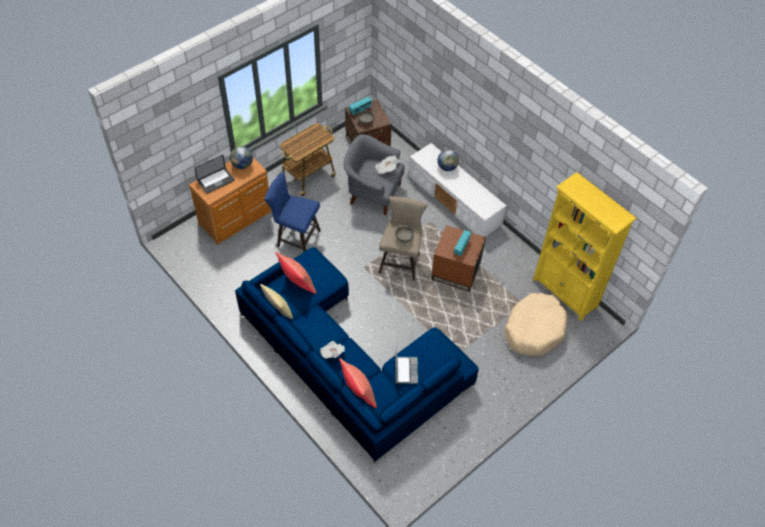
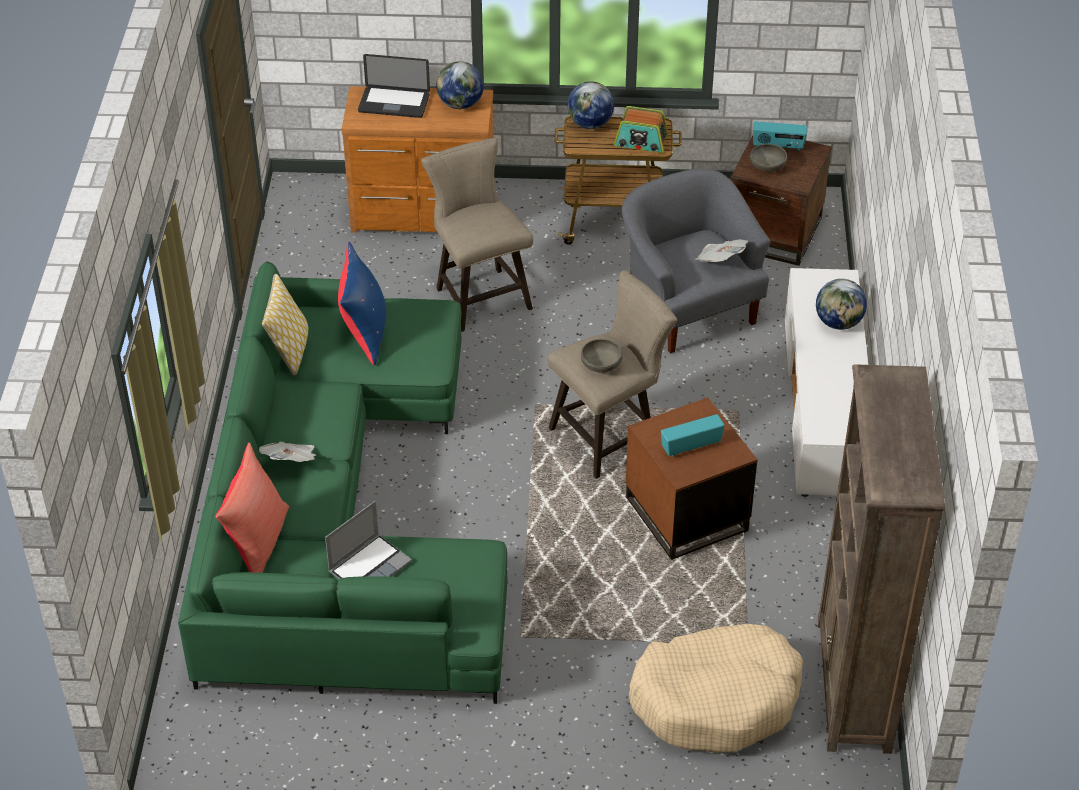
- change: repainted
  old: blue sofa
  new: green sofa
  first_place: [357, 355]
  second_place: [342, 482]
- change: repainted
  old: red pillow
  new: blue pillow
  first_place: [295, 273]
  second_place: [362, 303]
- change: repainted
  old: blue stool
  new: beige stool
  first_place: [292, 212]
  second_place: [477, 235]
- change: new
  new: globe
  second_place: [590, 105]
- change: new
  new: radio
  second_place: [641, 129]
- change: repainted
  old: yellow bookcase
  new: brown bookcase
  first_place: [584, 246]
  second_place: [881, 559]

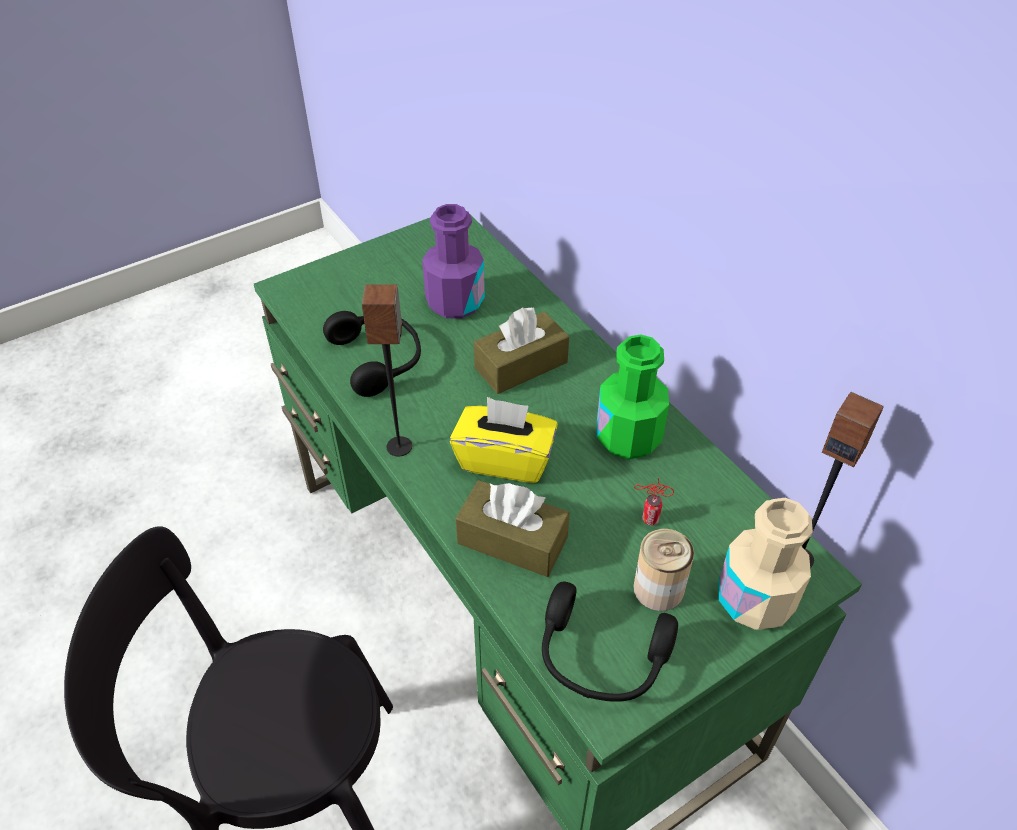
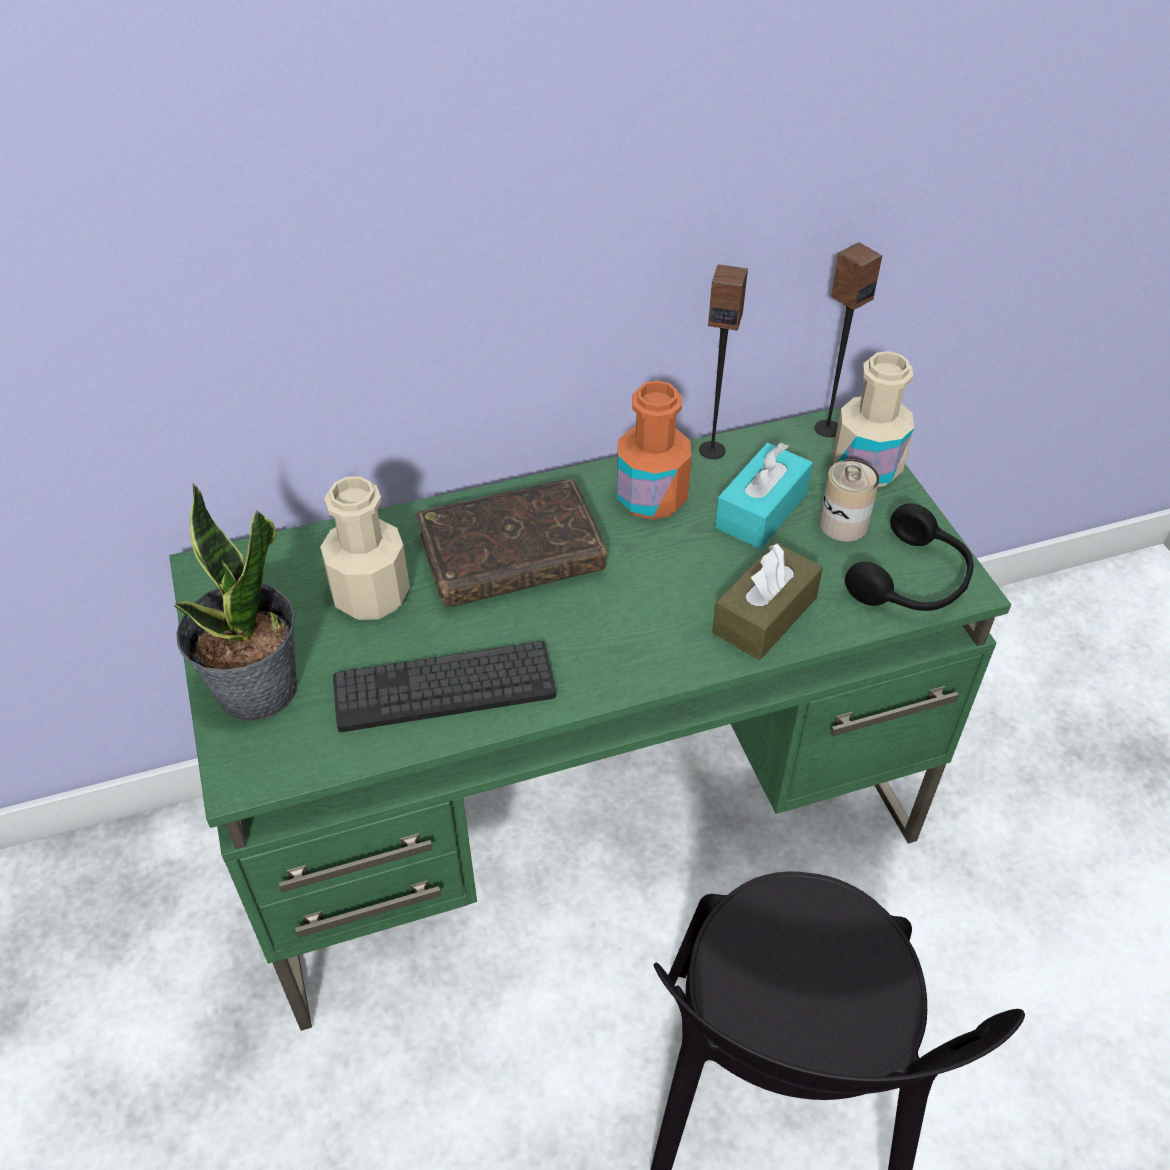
- change: new
  new: potted plant
  second_place: [235, 602]
- change: repainted
  old: purple bottle
  new: beige bottle
  first_place: [453, 261]
  second_place: [365, 548]
- change: swapped
  old: black headphones
  new: keyboard
  first_place: [372, 354]
  second_place: [444, 686]
- change: swapped
  old: brown tissue box
  new: brown book
  first_place: [521, 350]
  second_place: [511, 543]
- change: repainted
  old: green bottle
  new: orange bottle
  first_place: [633, 396]
  second_place: [654, 450]
- change: shifted
  old: speaker
  first_place: [387, 370]
  second_place: [723, 361]
- change: swapped
  old: can
  new: turquoise tissue box
  first_place: [654, 501]
  second_place: [764, 495]
- change: gone
  old: yellow tissue box
  first_place: [504, 440]

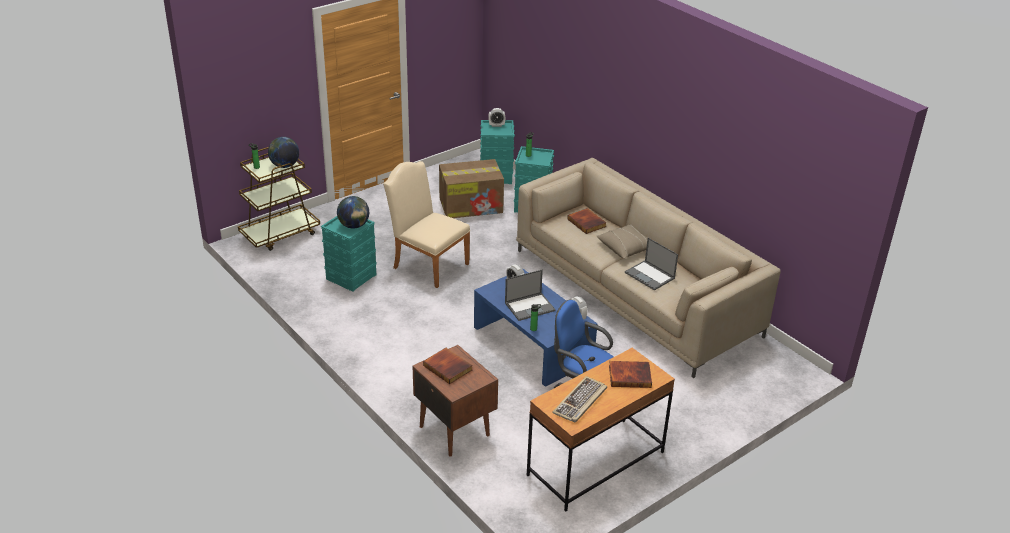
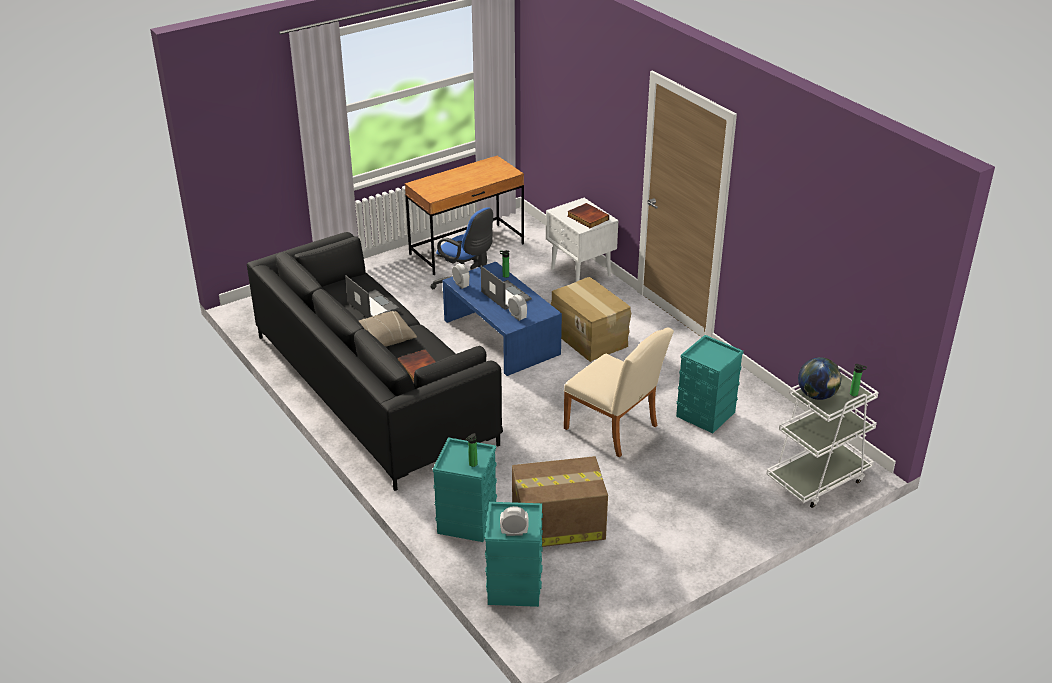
- change: repainted
  old: beige sofa
  new: black sofa
  first_place: [648, 268]
  second_place: [375, 361]
- change: rotated
  old: laptop
  first_place: [530, 295]
  second_place: [506, 288]
  degrees: 75
- change: repainted
  old: brown nightstand
  new: white nightstand
  first_place: [455, 400]
  second_place: [582, 240]
- change: new
  new: cardboard box
  second_place: [591, 319]
- change: repainted
  old: brown cart
  new: white cart
  first_place: [279, 199]
  second_place: [822, 437]
- change: gone
  old: globe
  first_place: [353, 212]
- change: gone
  old: keyboard
  first_place: [579, 399]
- change: gone
  old: book
  first_place: [630, 374]

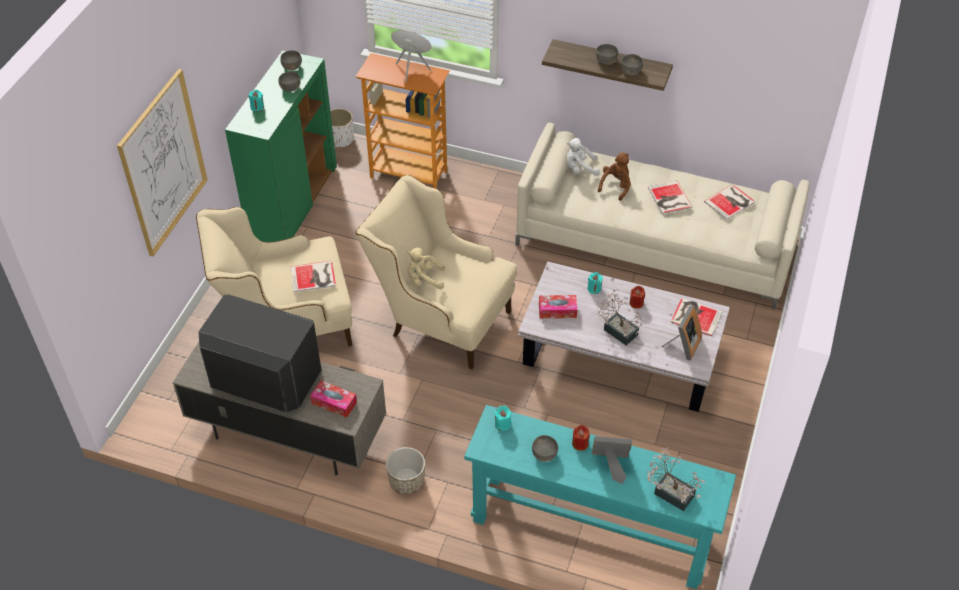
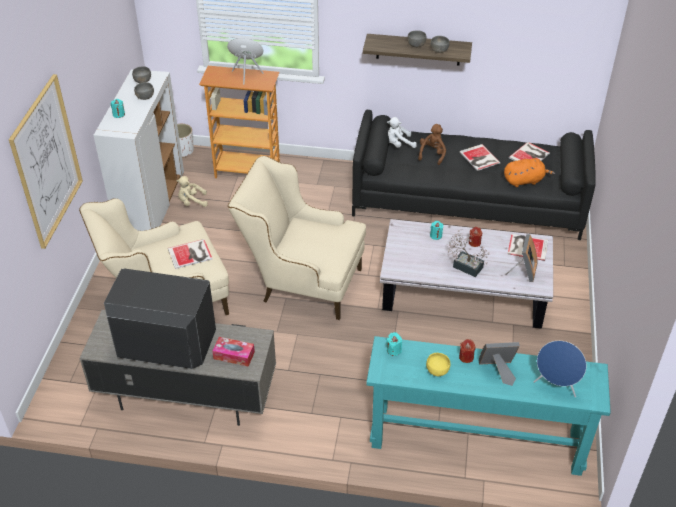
- change: repainted
  old: green cabinet
  new: white cabinet
  first_place: [281, 147]
  second_place: [138, 150]
- change: shifted
  old: beige plush toy
  first_place: [426, 268]
  second_place: [192, 191]
- change: repainted
  old: beige sofa
  new: black sofa
  first_place: [662, 216]
  second_place: [474, 175]
- change: repainted
  old: grey bowl
  new: yellow bowl
  first_place: [545, 448]
  second_place: [438, 364]
- change: new
  new: orange plush toy
  second_place: [529, 172]
- change: swapped
  old: potted plant
  new: blue speaker
  first_place: [676, 479]
  second_place: [560, 369]
- change: gone
  old: planter
  first_place: [405, 471]
- change: gone
  old: tissue box
  first_place: [558, 306]

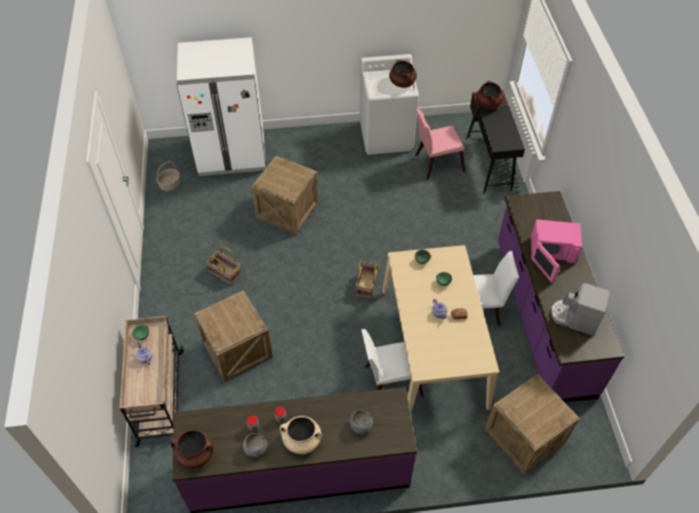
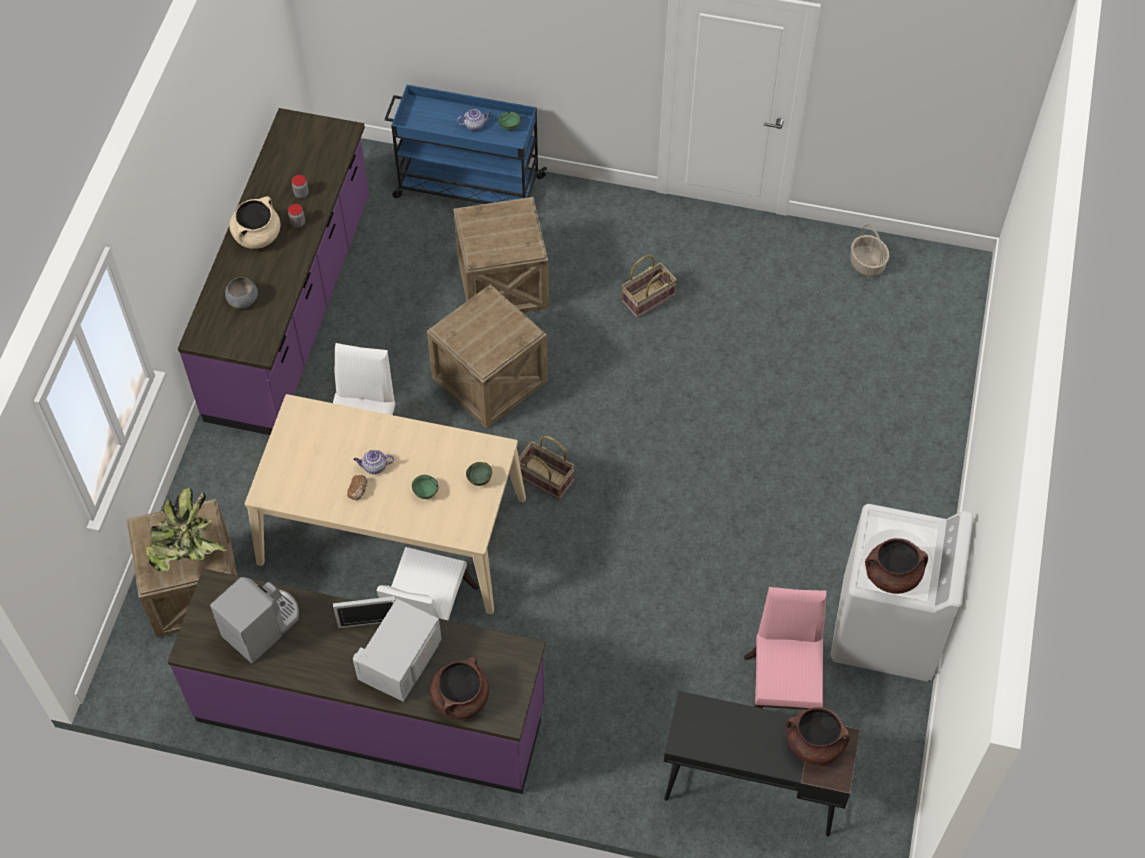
- change: new
  new: potted plant
  second_place: [186, 530]
- change: repainted
  old: pink microwave
  new: white microwave
  first_place: [556, 251]
  second_place: [387, 649]
- change: repainted
  old: beige cart
  new: blue cart
  first_place: [152, 381]
  second_place: [466, 144]
- change: shifted
  old: crate
  first_place: [285, 195]
  second_place: [487, 356]
- change: shifted
  old: brown cooking pot
  first_place: [192, 449]
  second_place: [459, 688]
- change: gone
  old: white fridge
  first_place: [221, 106]
- change: gone
  old: grey bowl
  first_place: [255, 445]

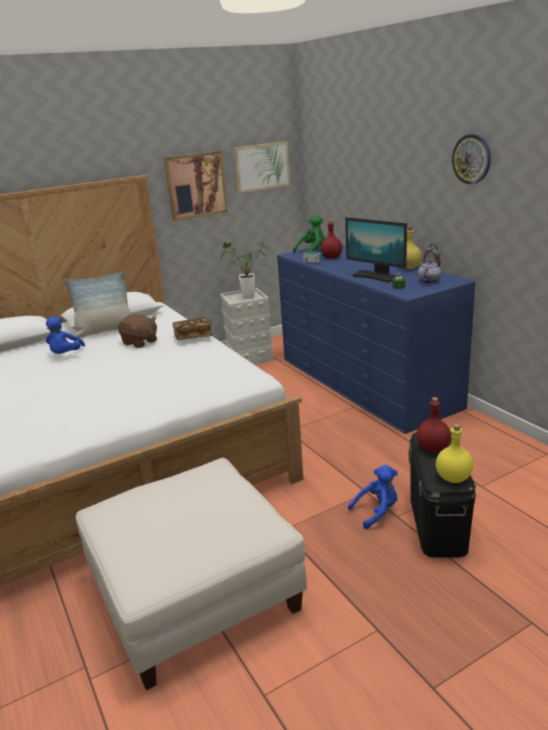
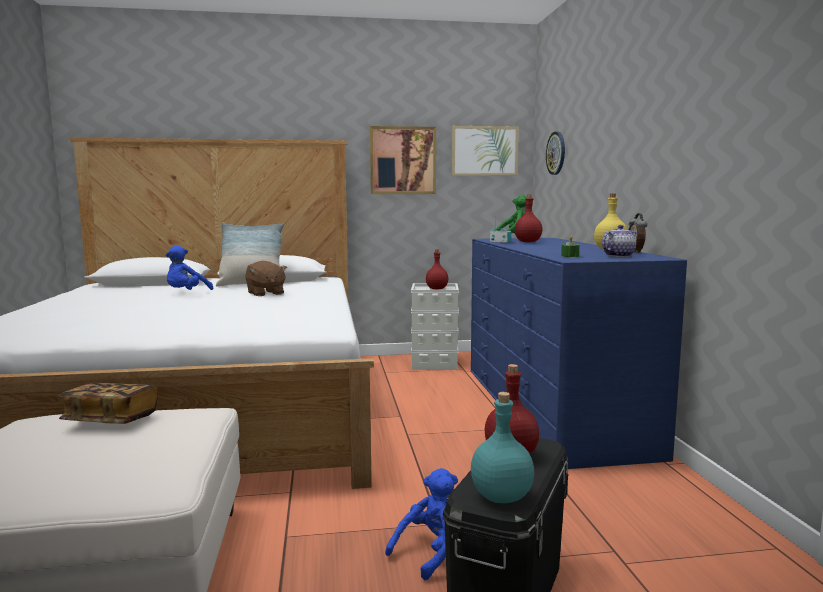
- change: shifted
  old: book
  first_place: [192, 328]
  second_place: [108, 403]
- change: rotated
  old: blue plush toy
  first_place: [373, 497]
  second_place: [421, 524]
  degrees: -45
- change: swapped
  old: potted plant
  new: red bottle
  first_place: [244, 270]
  second_place: [437, 269]
- change: repainted
  old: yellow bottle
  new: turquoise bottle
  first_place: [454, 453]
  second_place: [502, 447]
- change: shifted
  old: wall clock
  first_place: [471, 159]
  second_place: [555, 153]
- change: gone
  old: monitor
  first_place: [376, 250]

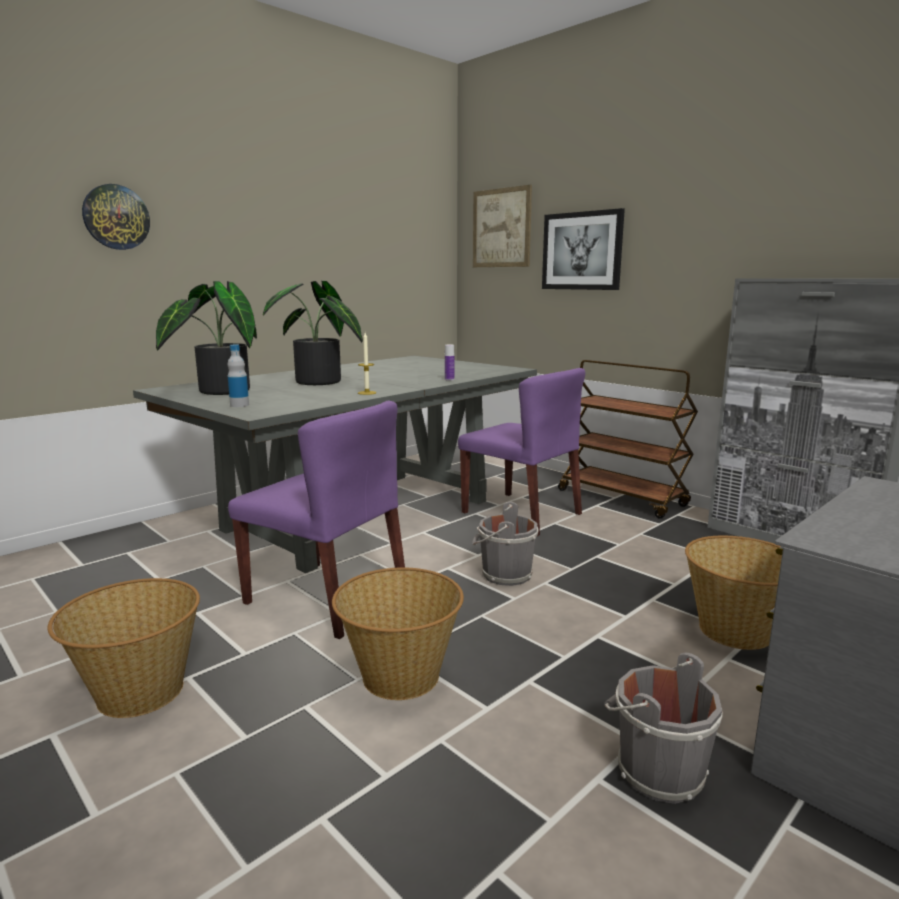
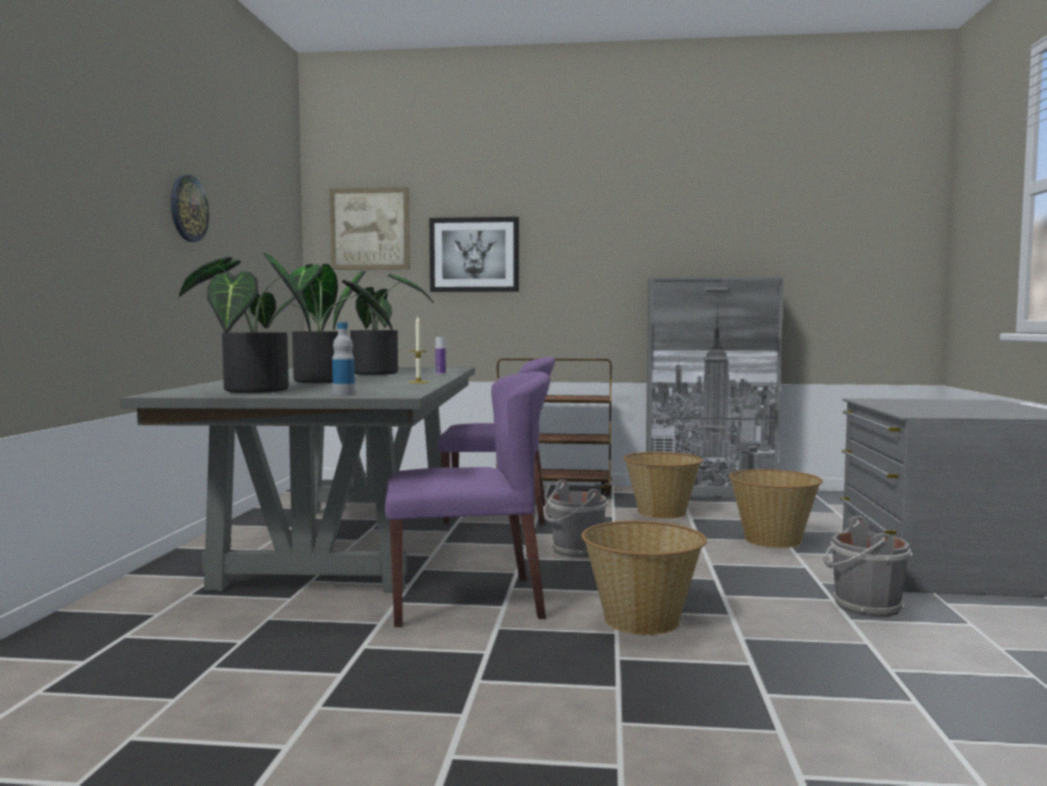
- change: shifted
  old: wall clock
  first_place: [116, 217]
  second_place: [190, 208]
- change: new
  new: potted plant
  second_place: [383, 323]
- change: shifted
  old: basket
  first_place: [124, 648]
  second_place: [663, 485]

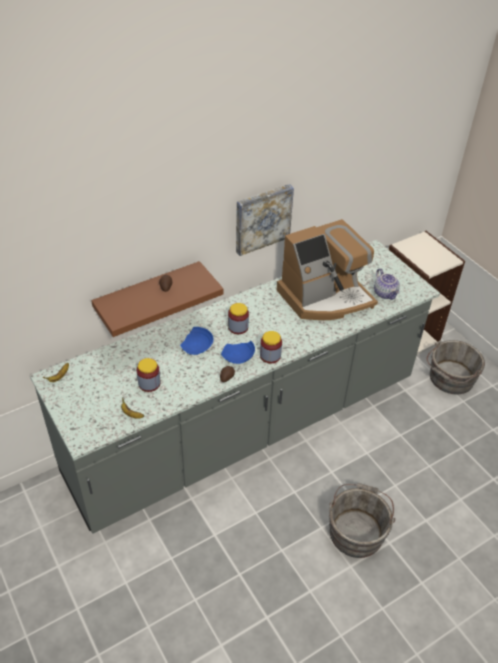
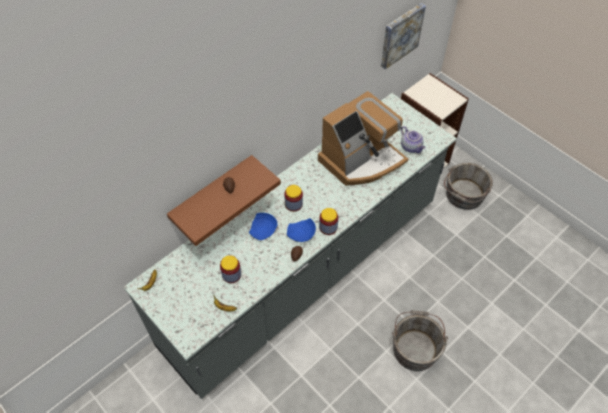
- change: shifted
  old: picture
  first_place: [265, 220]
  second_place: [403, 36]

